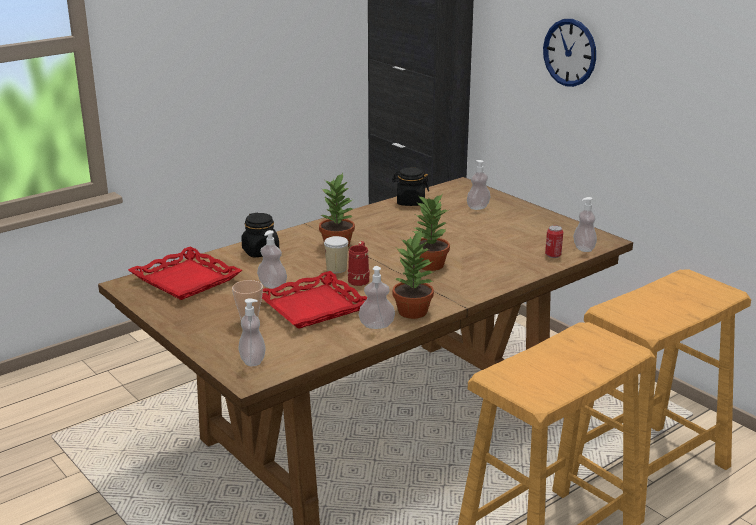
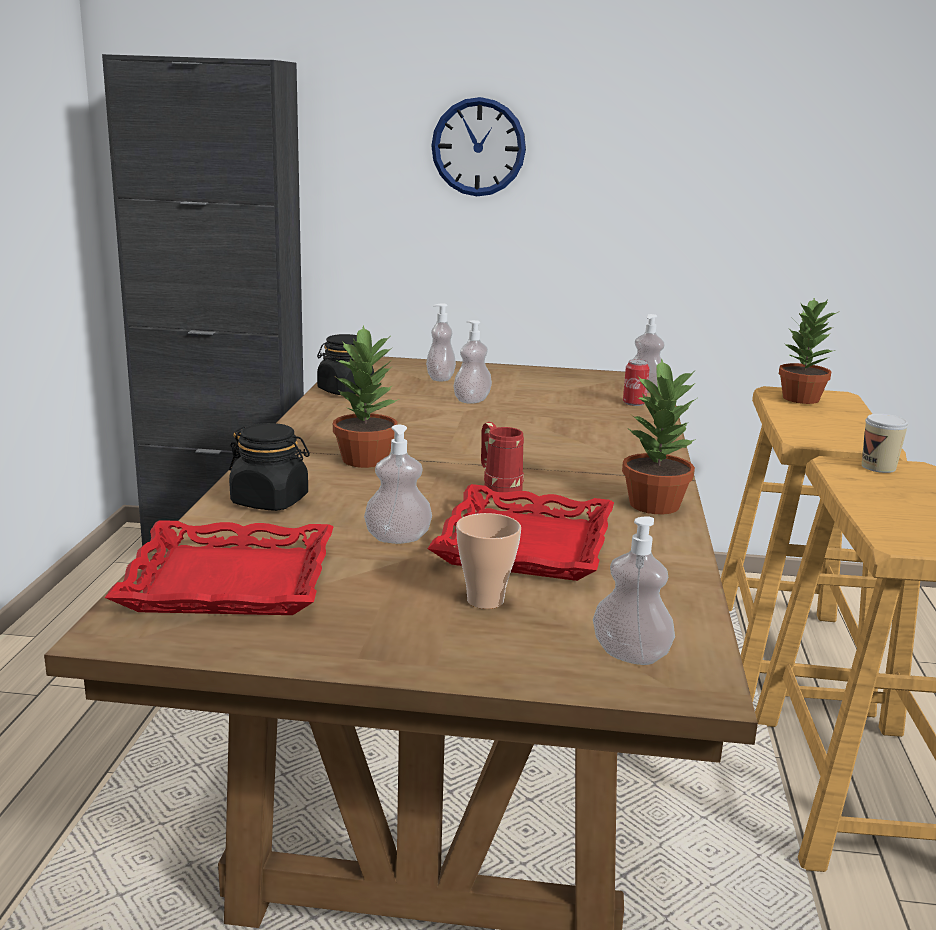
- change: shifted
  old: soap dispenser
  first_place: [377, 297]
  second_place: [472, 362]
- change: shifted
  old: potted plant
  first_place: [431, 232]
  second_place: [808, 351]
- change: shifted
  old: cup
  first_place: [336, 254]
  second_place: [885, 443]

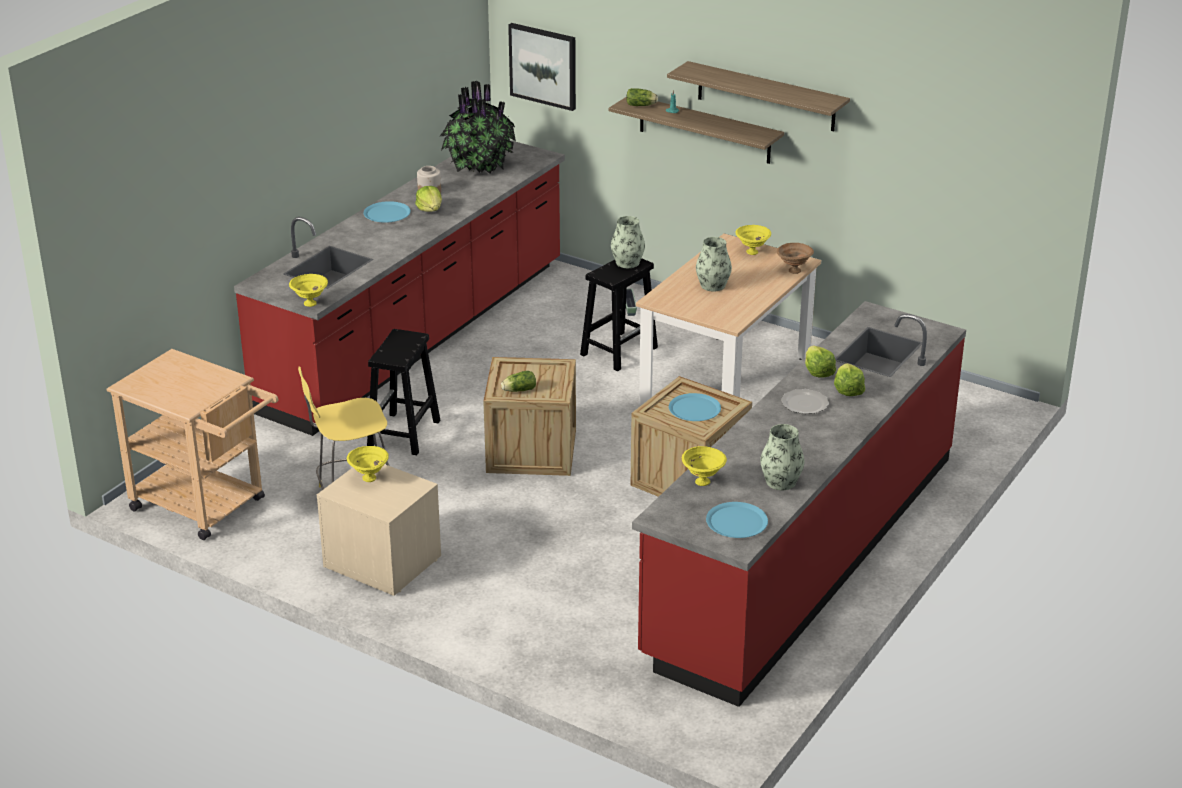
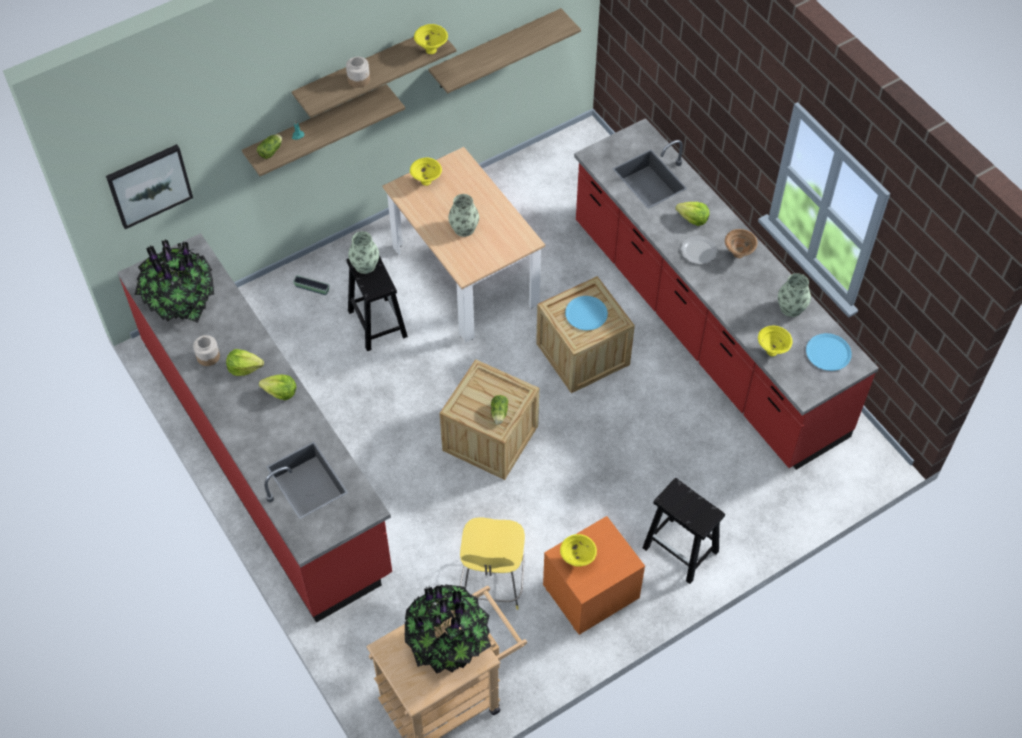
- change: shifted
  old: lettuce
  first_place: [820, 362]
  second_place: [278, 387]
- change: new
  new: jar
  second_place: [358, 72]
- change: new
  new: potted plant
  second_place: [447, 629]
- change: shifted
  old: yellow bowl
  first_place: [308, 290]
  second_place: [431, 39]
- change: new
  new: shelf
  second_place: [504, 51]
- change: repainted
  old: beige nightstand
  new: orange nightstand
  first_place: [379, 530]
  second_place: [594, 575]
- change: shifted
  old: black stool
  first_place: [403, 392]
  second_place: [683, 531]
- change: shifted
  old: brown bowl
  first_place: [795, 258]
  second_place: [741, 243]
- change: gone
  old: blue plate
  first_place: [387, 212]

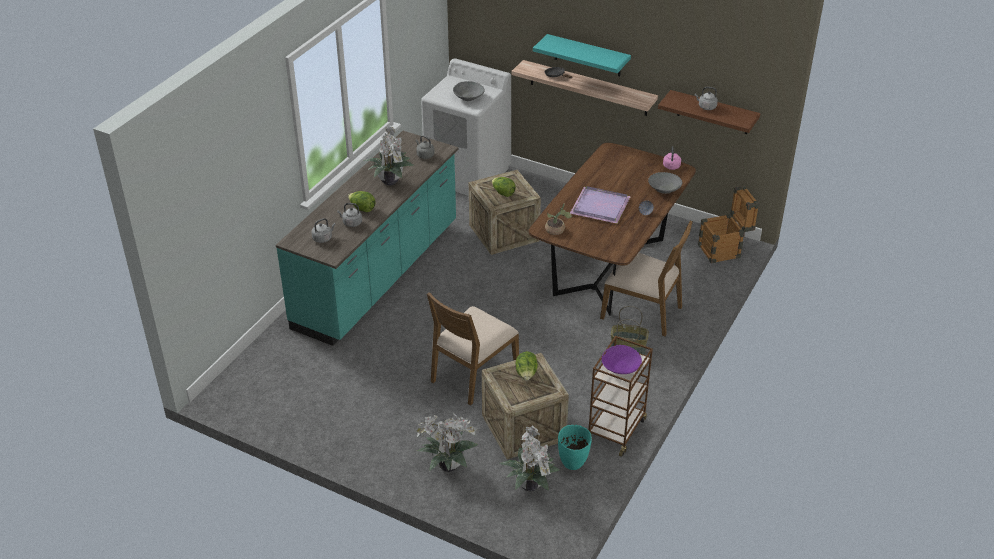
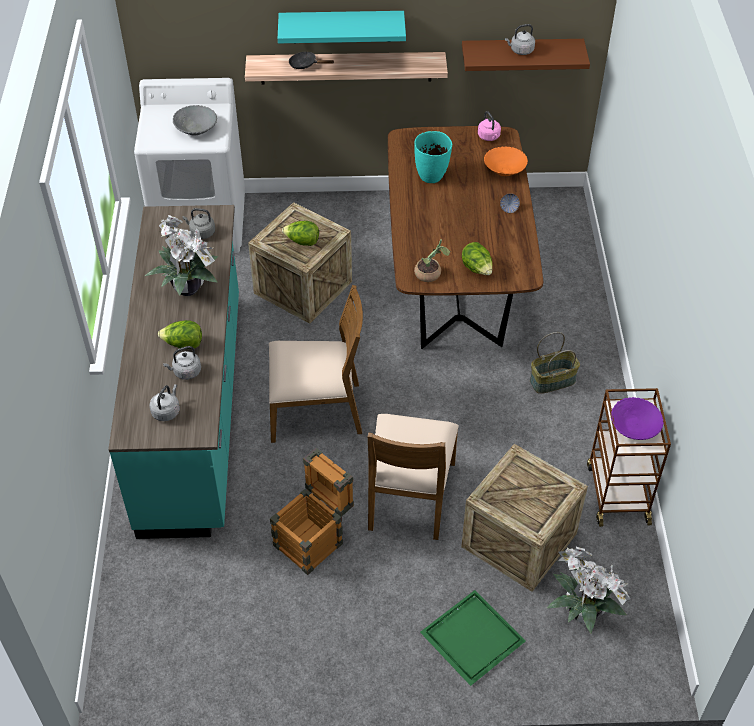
- change: shifted
  old: brown chair
  first_place: [646, 279]
  second_place: [316, 364]
- change: shifted
  old: crate
  first_place: [728, 225]
  second_place: [312, 511]
- change: shifted
  old: turquoise vase
  first_place: [575, 447]
  second_place: [433, 157]
- change: swapped
  old: potted plant
  new: green tray
  first_place: [446, 442]
  second_place: [473, 638]
- change: shifted
  old: lettuce
  first_place: [526, 366]
  second_place: [477, 258]
- change: repainted
  old: grey bowl
  new: orange bowl
  first_place: [665, 183]
  second_place: [506, 161]
- change: gone
  old: purple tray
  first_place: [600, 205]

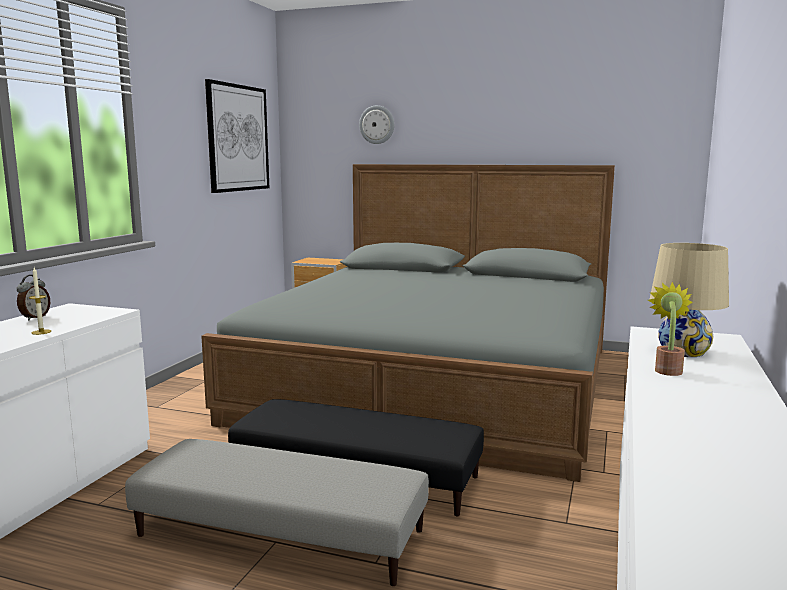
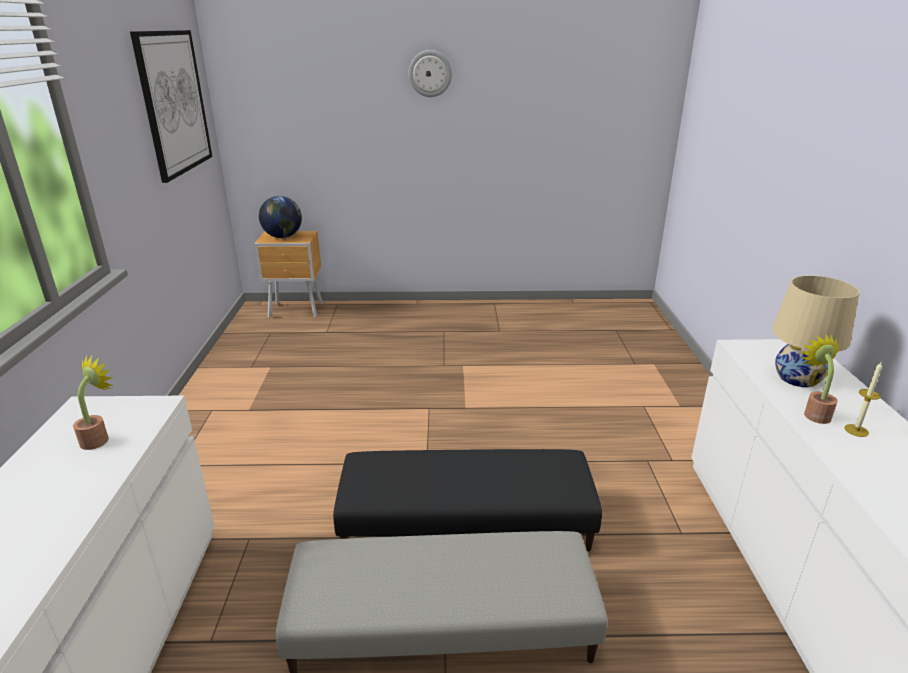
- change: new
  new: potted plant
  second_place: [93, 402]
- change: new
  new: globe
  second_place: [280, 217]
- change: shifted
  old: wall clock
  first_place: [376, 124]
  second_place: [430, 73]
- change: shifted
  old: candle
  first_place: [40, 301]
  second_place: [863, 399]
- change: gone
  old: alarm clock
  first_place: [33, 297]
- change: gone
  old: grey bed
  first_place: [408, 323]

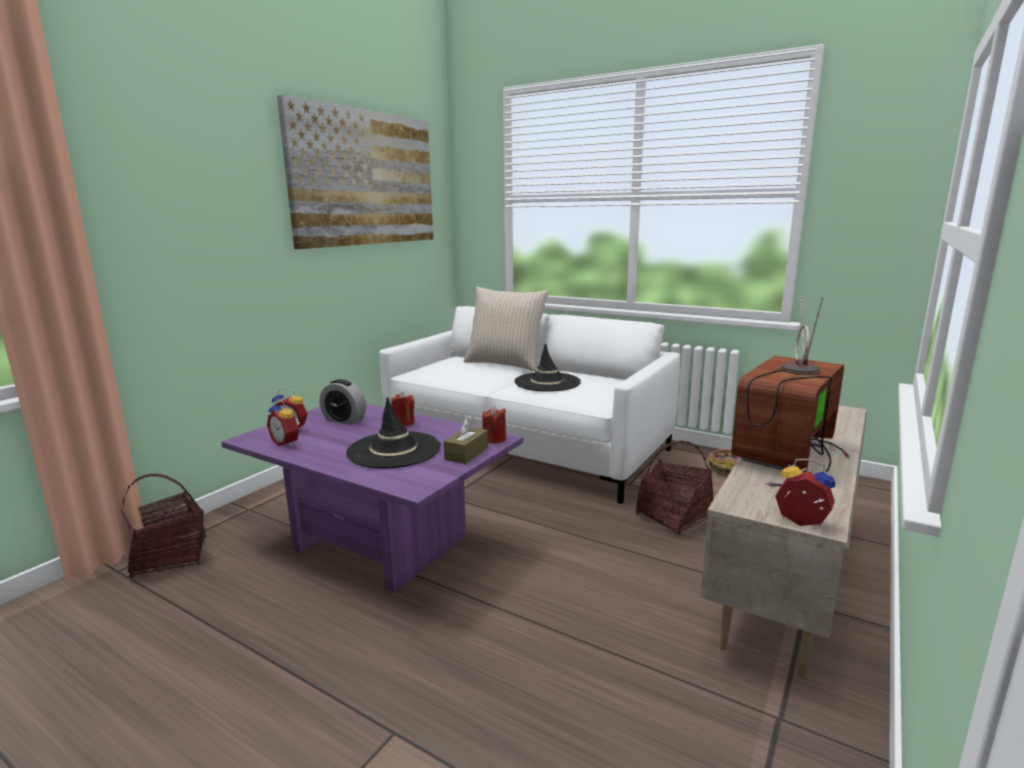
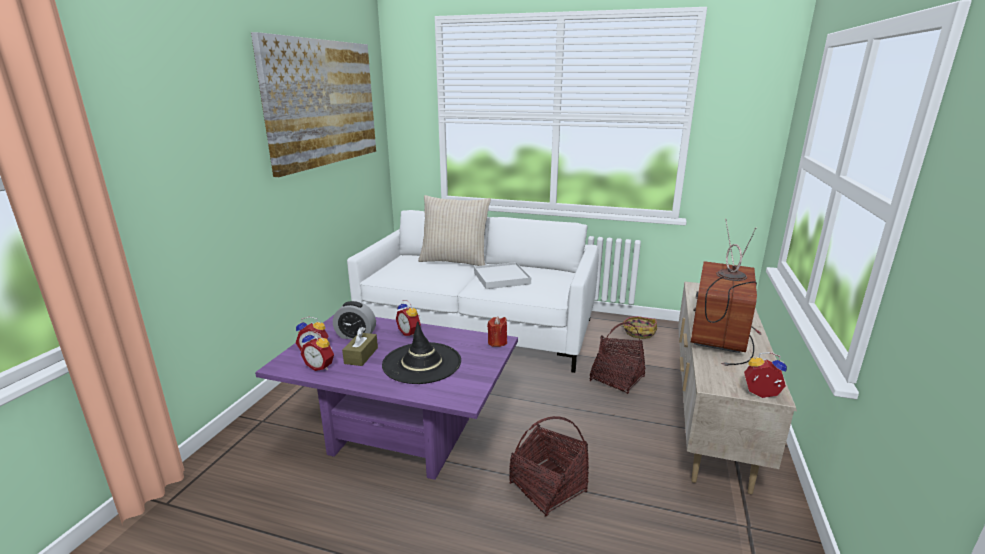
- change: shifted
  old: brown tissue box
  first_place: [466, 440]
  second_place: [360, 346]
- change: swapped
  old: red candle
  new: alarm clock
  first_place: [402, 409]
  second_place: [408, 318]
- change: swapped
  old: black hat
  new: white tray
  first_place: [547, 367]
  second_place: [502, 275]
- change: shifted
  old: basket
  first_place: [163, 526]
  second_place: [549, 466]

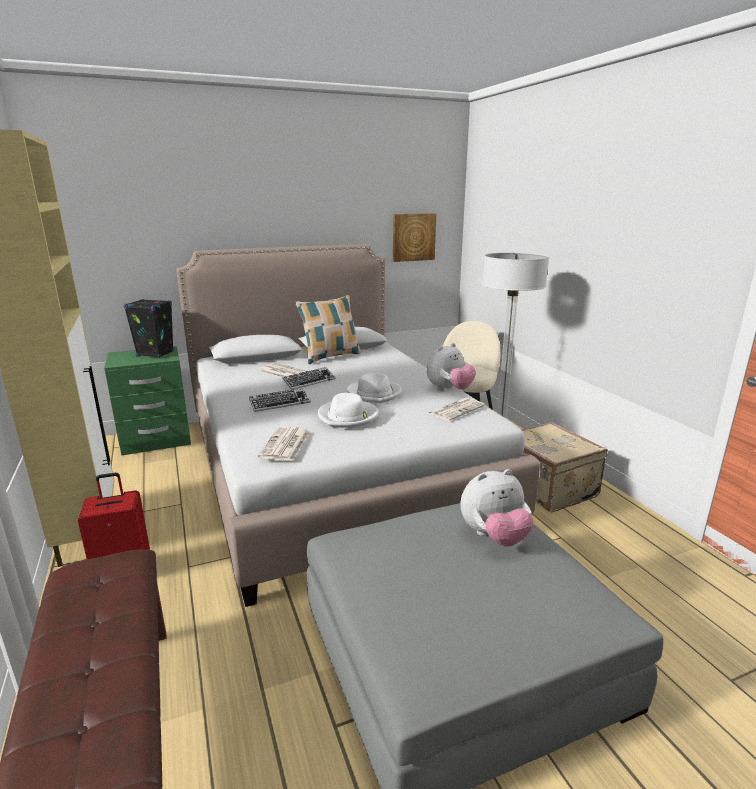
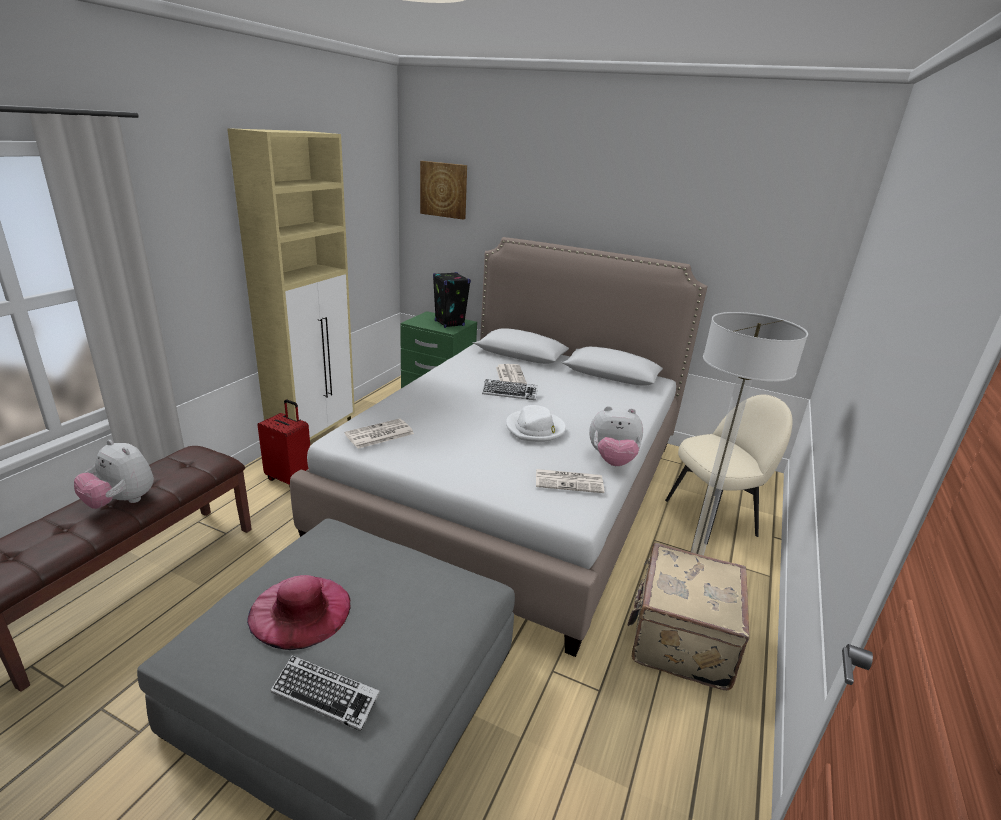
- change: shifted
  old: plush toy
  first_place: [497, 507]
  second_place: [114, 474]
- change: new
  new: pink hat
  second_place: [299, 612]
- change: shifted
  old: keyboard
  first_place: [280, 400]
  second_place: [325, 693]
- change: shifted
  old: picture
  first_place: [414, 237]
  second_place: [443, 190]
- change: gone
  old: pillow
  first_place: [328, 329]
- change: gone
  old: white hat
  first_place: [348, 410]

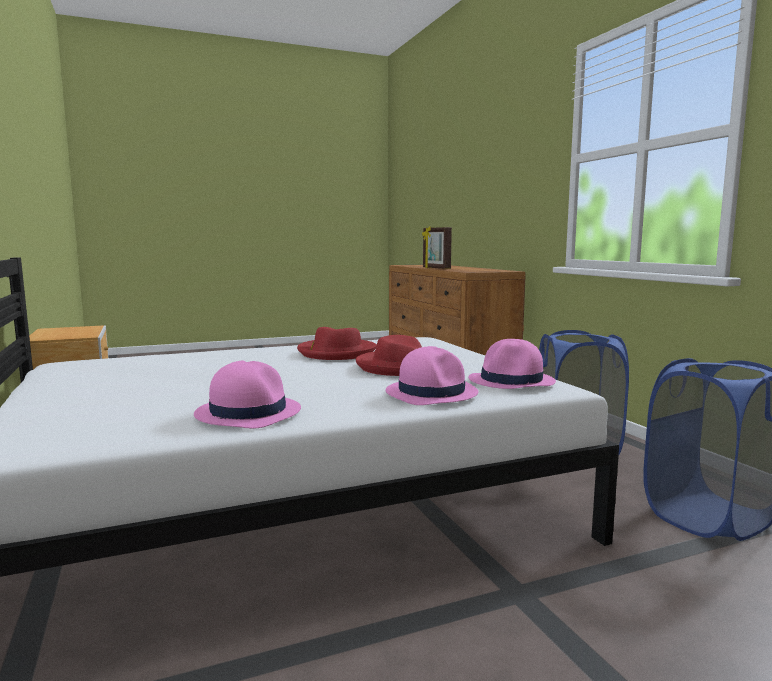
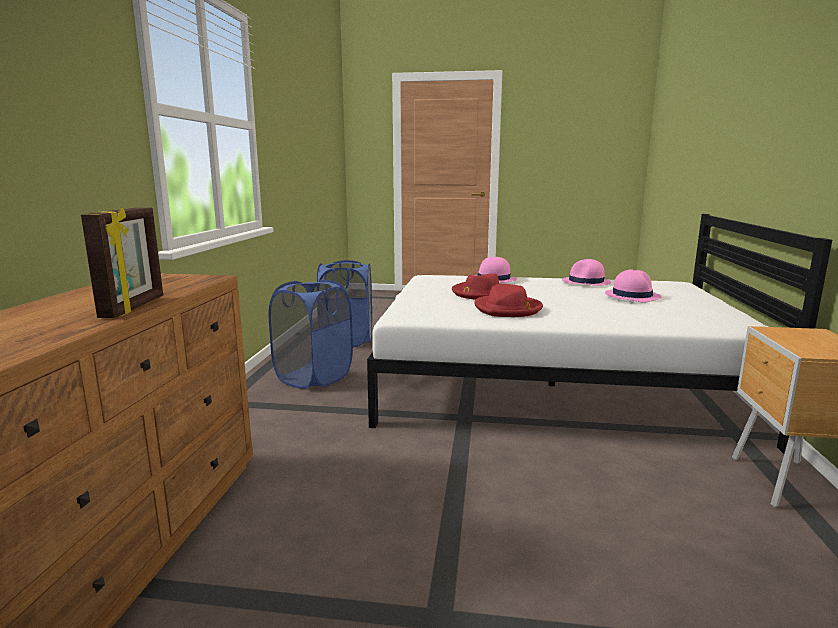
- change: shifted
  old: pink hat
  first_place: [512, 364]
  second_place: [633, 286]

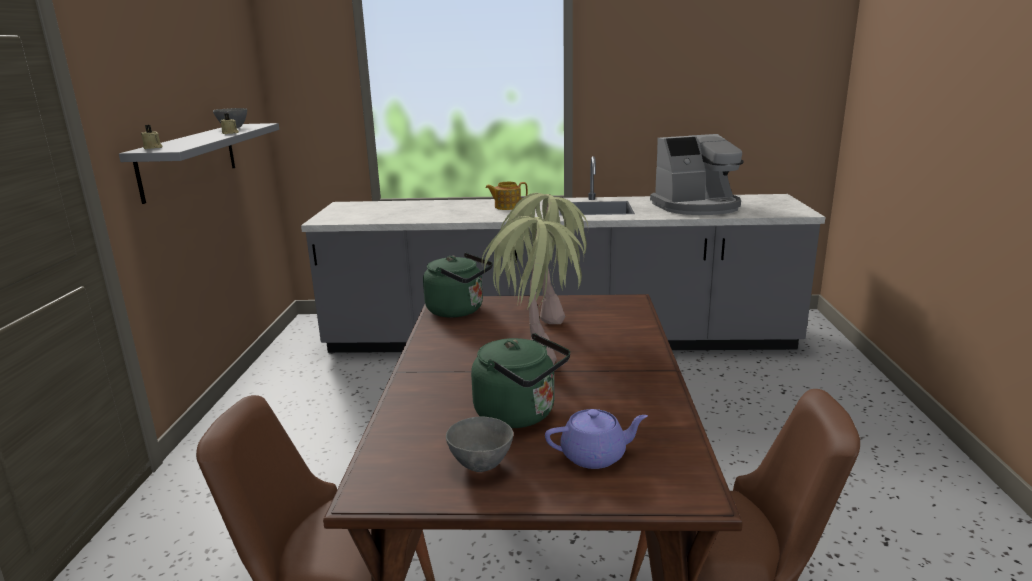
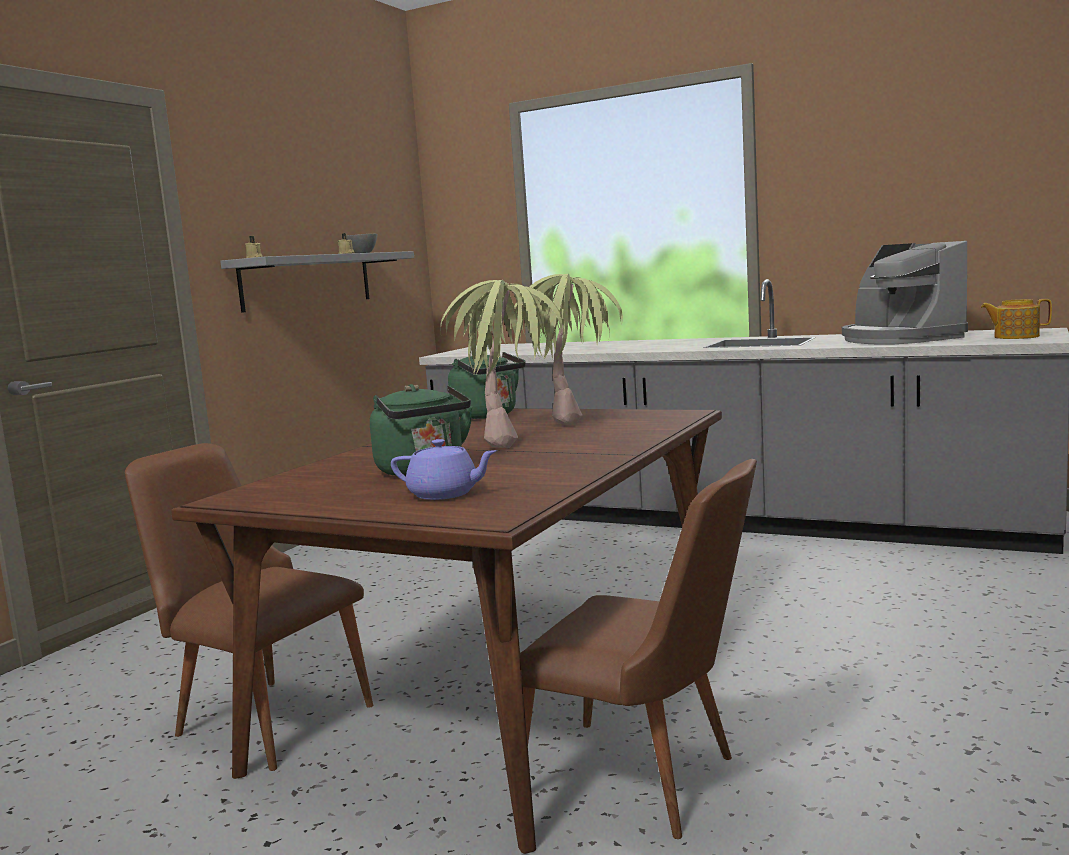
- change: rotated
  old: coffee machine
  first_place: [697, 174]
  second_place: [905, 293]
  degrees: 60
- change: shifted
  old: teapot
  first_place: [506, 196]
  second_place: [1016, 319]
- change: gone
  old: grey bowl
  first_place: [480, 444]

